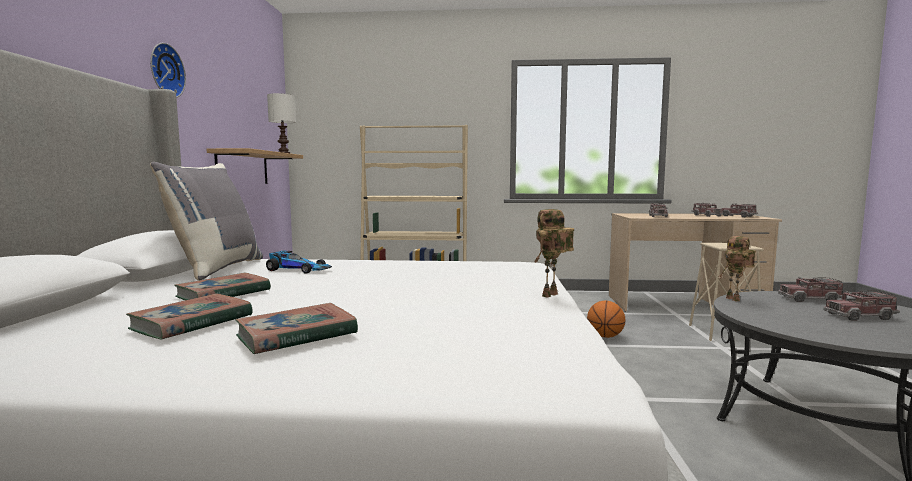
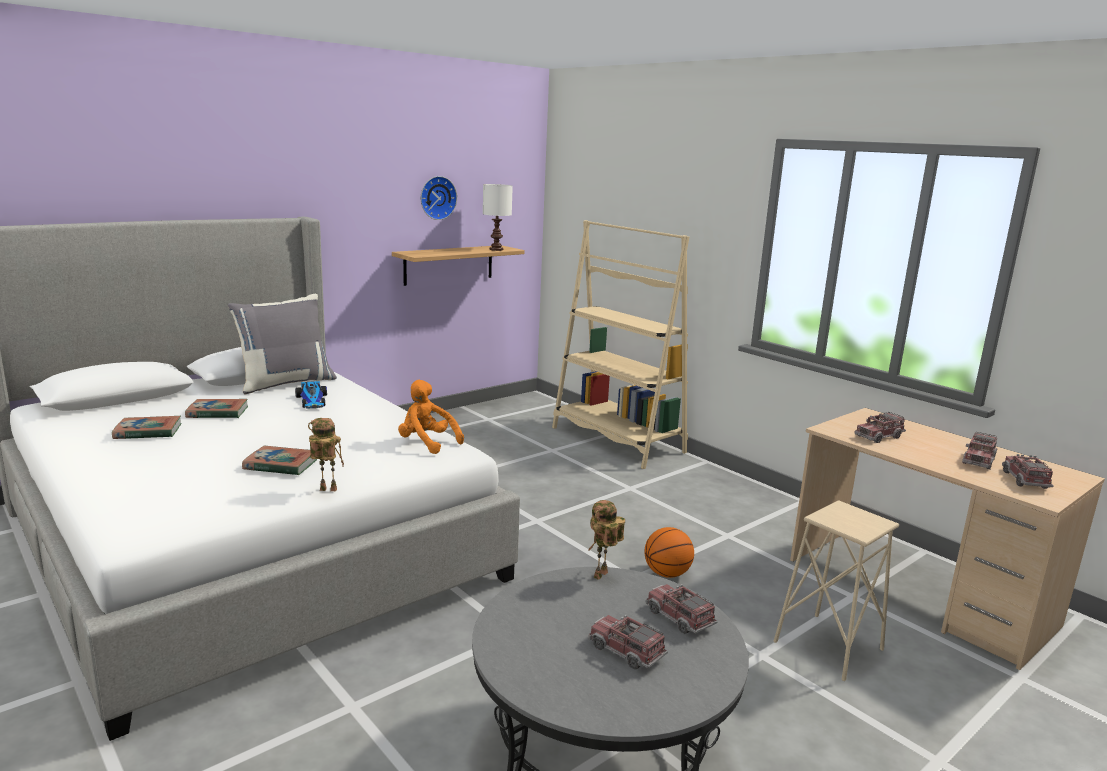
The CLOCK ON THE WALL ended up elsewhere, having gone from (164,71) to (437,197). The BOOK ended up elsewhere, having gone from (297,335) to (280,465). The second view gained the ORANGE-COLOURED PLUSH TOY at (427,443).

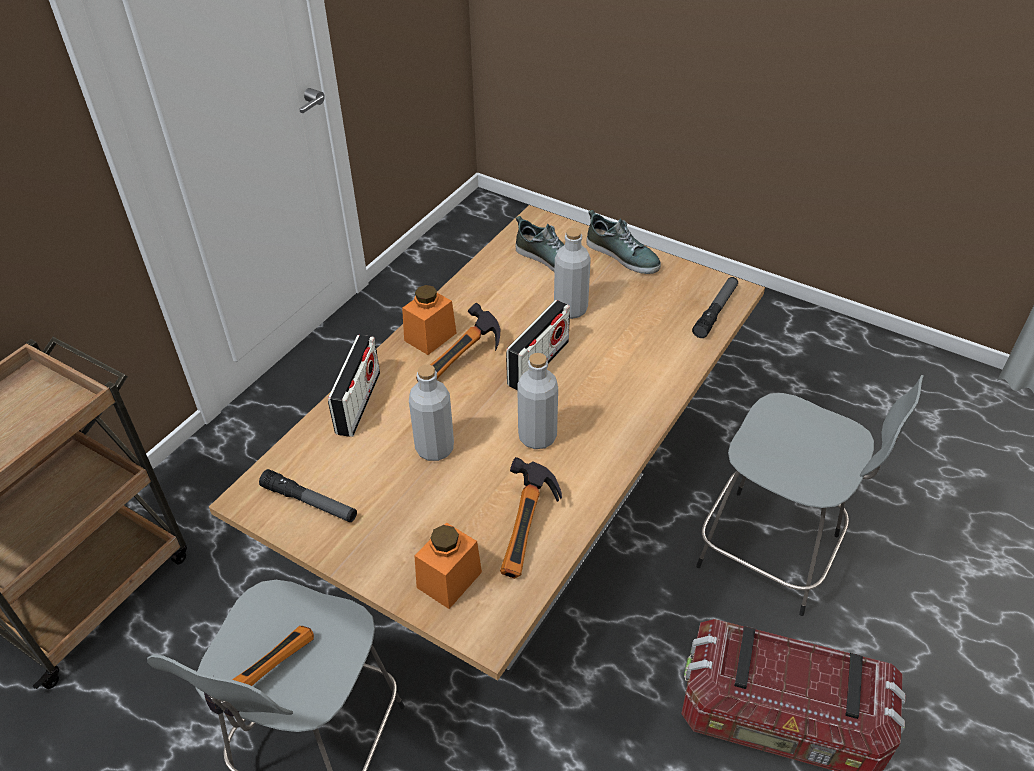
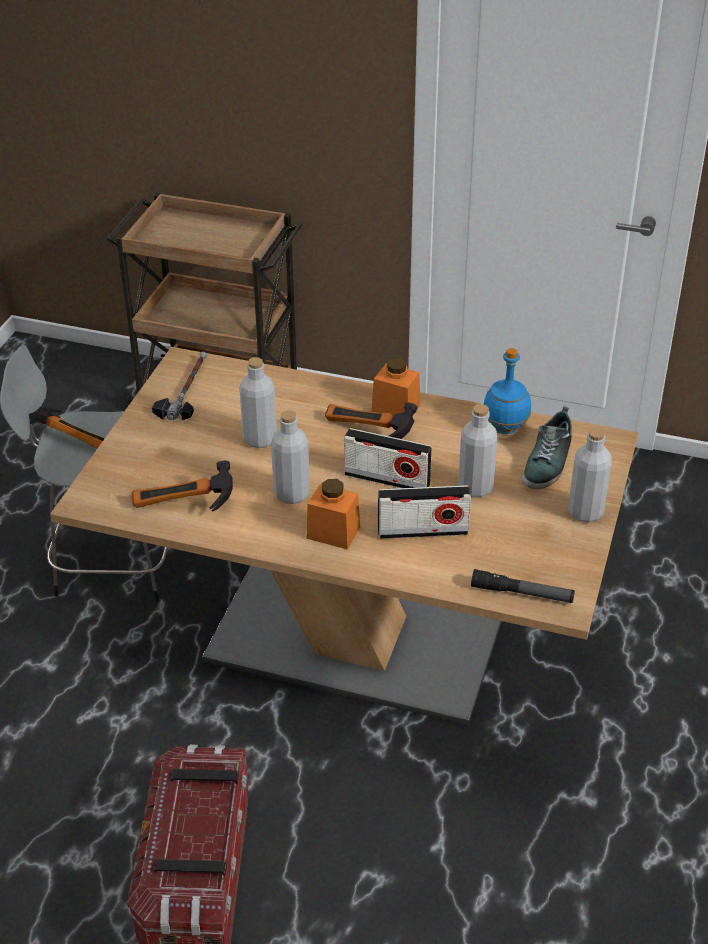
Where the HAND TORCH stood at (310,502), the TOOL HAMMER came to stand at (186,390). The RADIO SET ended up elsewhere, having gone from (358,403) to (423,531). The ORANGE-COLOURED STORAGE JAR ended up elsewhere, having gone from (449,580) to (333,532). Where the LOW SHOE stood at (623,255), the GRAY BEVERAGE BOTTLE came to stand at (585,512). The second view lost the GRAY STOOL at (773,553). The second view gained the BLUE BEVERAGE BOTTLE at (505,428).

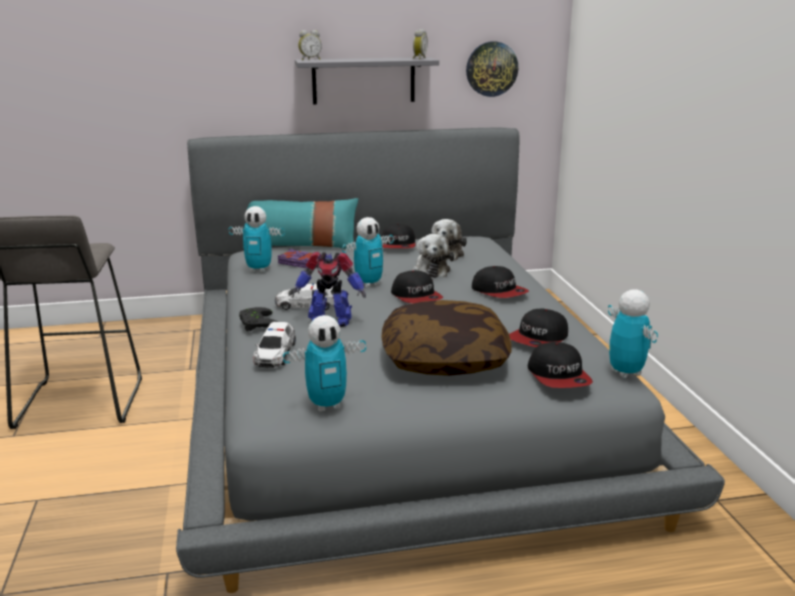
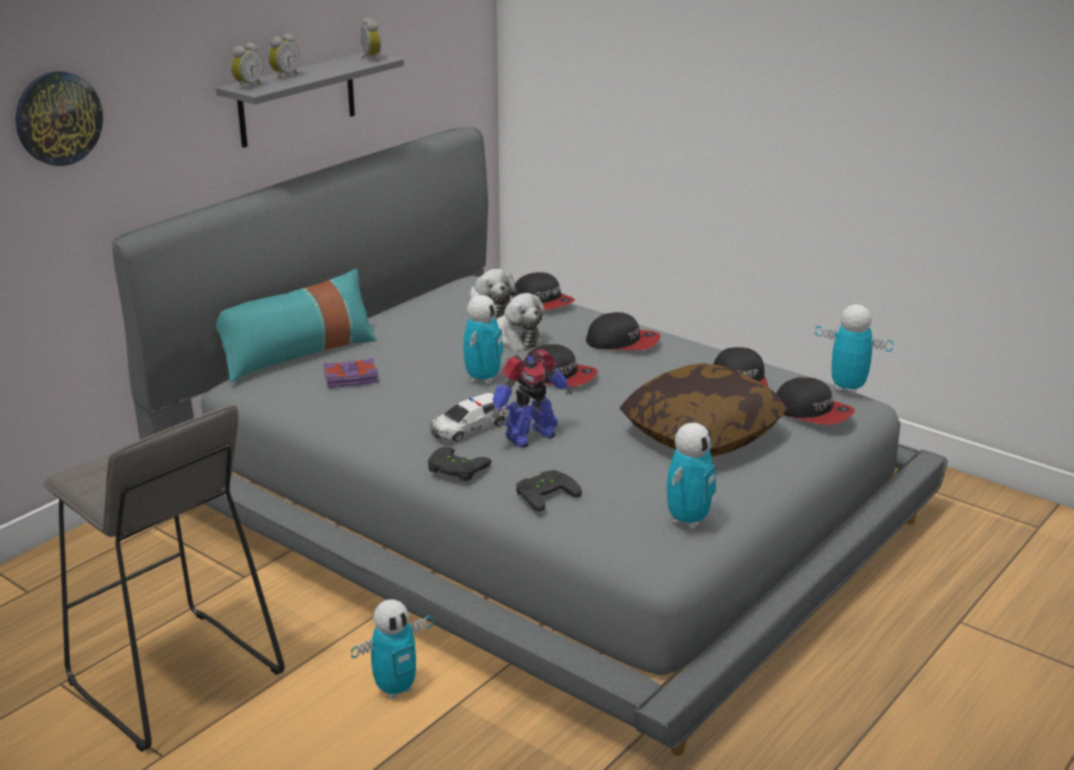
The ROBOT FIGURE ended up elsewhere, having gone from (259,269) to (395,689). Where the TOY CAR stood at (275,353), the BLACKISH JOYPAD came to stand at (544,493). The CAP ended up elsewhere, having gone from (398,245) to (543,301). The CLOCK ON THE WALL ended up elsewhere, having gone from (491,69) to (58,118). The second view gained the ALARM CLOCK at (284,76).

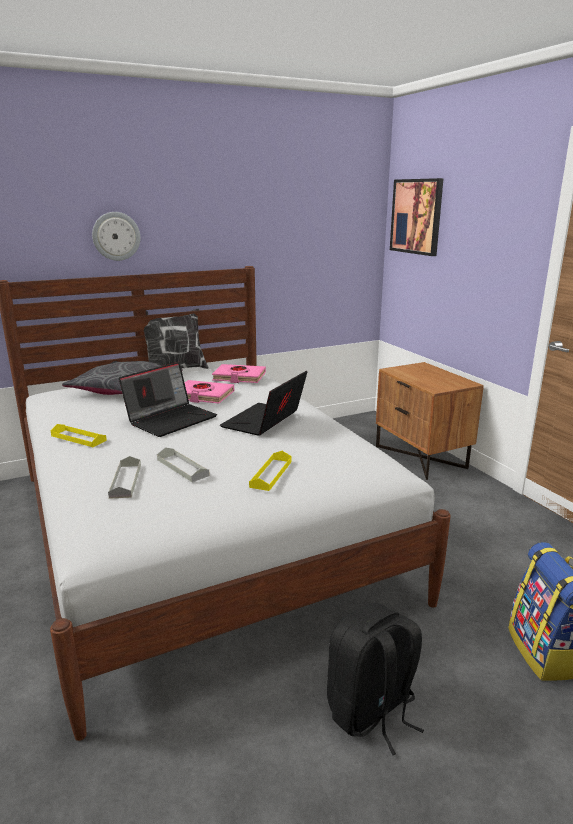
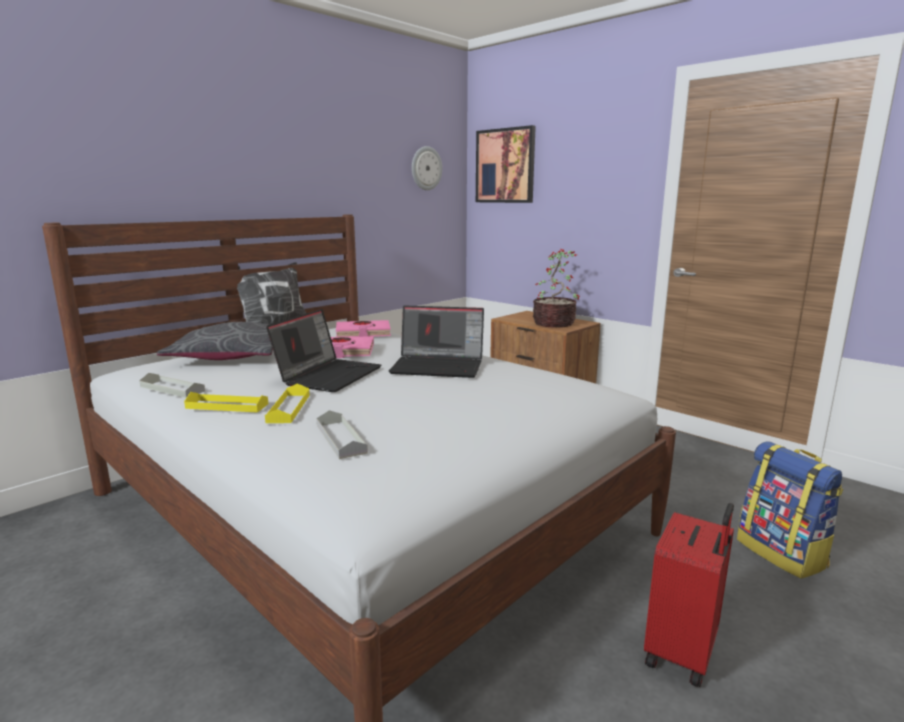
The CLOCK ON THE WALL ended up elsewhere, having gone from (116,236) to (426,168). The GRAY TRAY ended up elsewhere, having gone from (182,467) to (172,389). The NOTEBOOK COMPUTER at (264,421) ended up facing another way, 90 degrees counterclockwise from before. The YELLOW-COLOURED TRAY ended up elsewhere, having gone from (271,474) to (289,408). Where the BLACKISH BACKPACK stood at (371,712), the RED PIECE OF LUGGAGE came to stand at (683,652). The second view gained the PLANT IN A POT at (554,323).

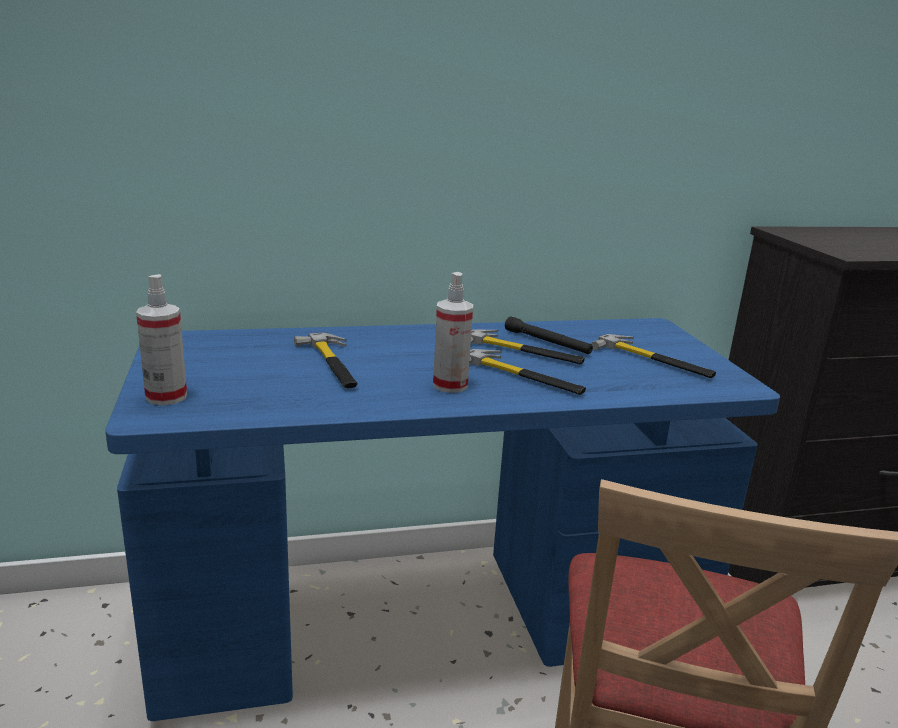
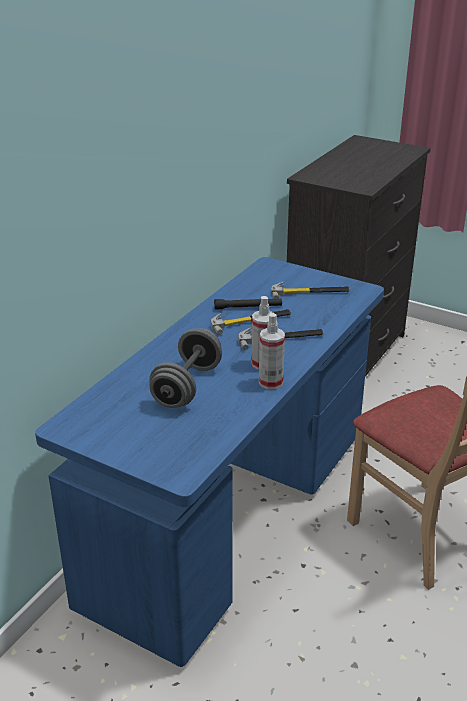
The SPRAYER ended up elsewhere, having gone from (166,397) to (270,382). Where the TOOL HAMMER stood at (333,364), the GRAY HAND WEIGHT came to stand at (187,386).

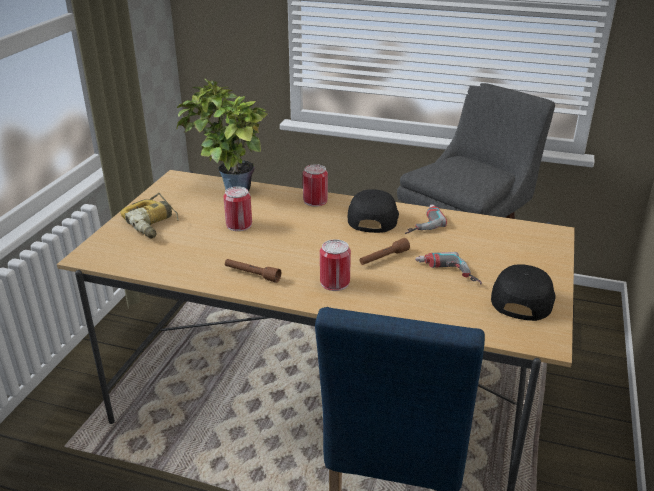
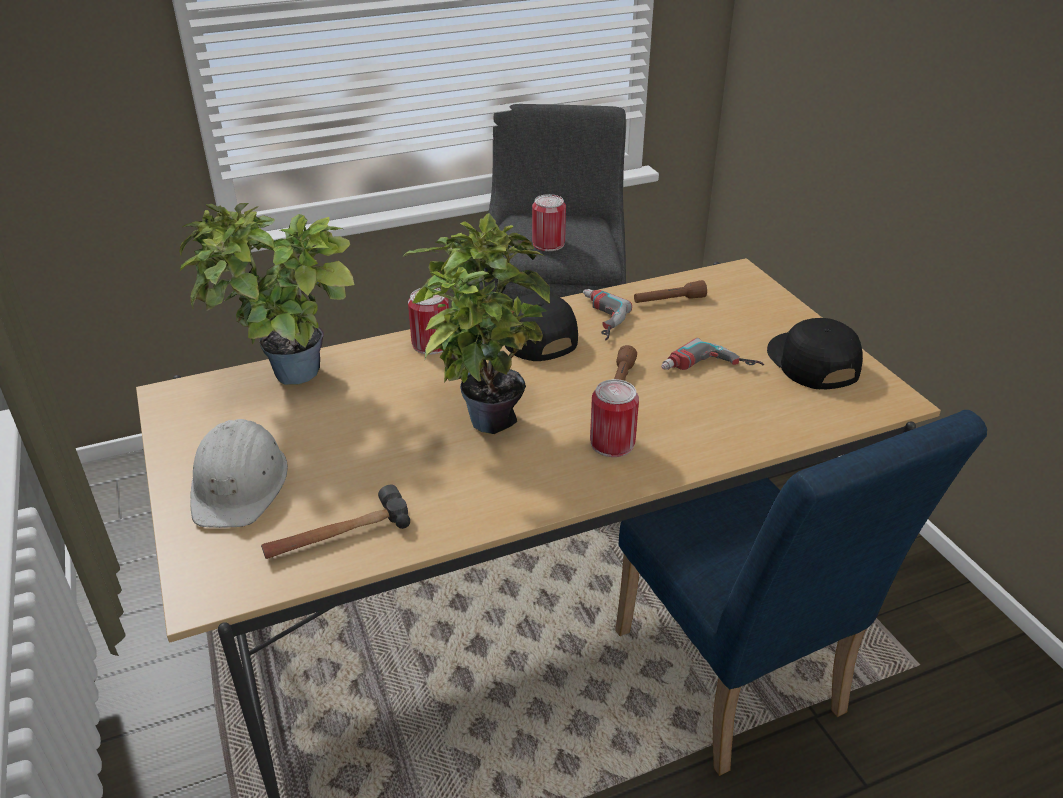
Where the DRILL stood at (154,223), the WHITE HARD HAT came to stand at (239,483). The SEALED CAN ended up elsewhere, having gone from (239,225) to (548,244). The BROWNISH HAND TORCH ended up elsewhere, having gone from (252,274) to (669,301). The second view gained the TOOL HAMMER at (337,534). The second view gained the PLANT IN A POT at (484,414).

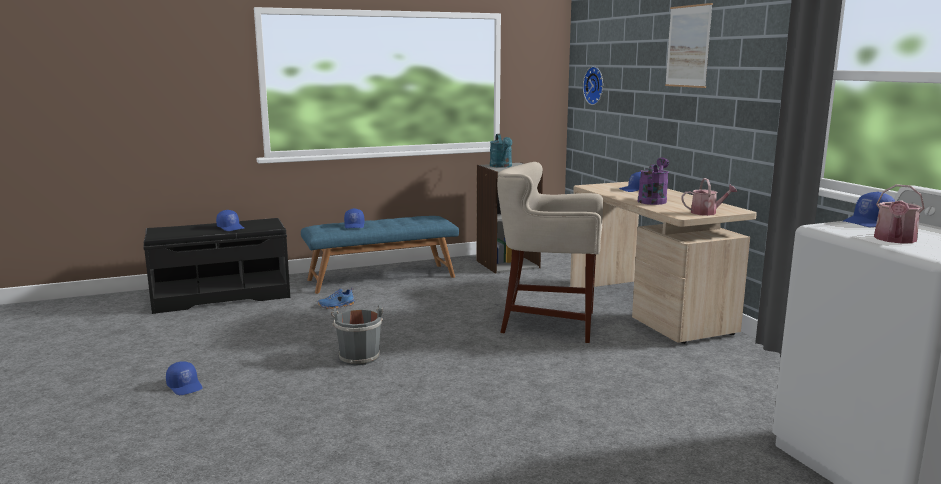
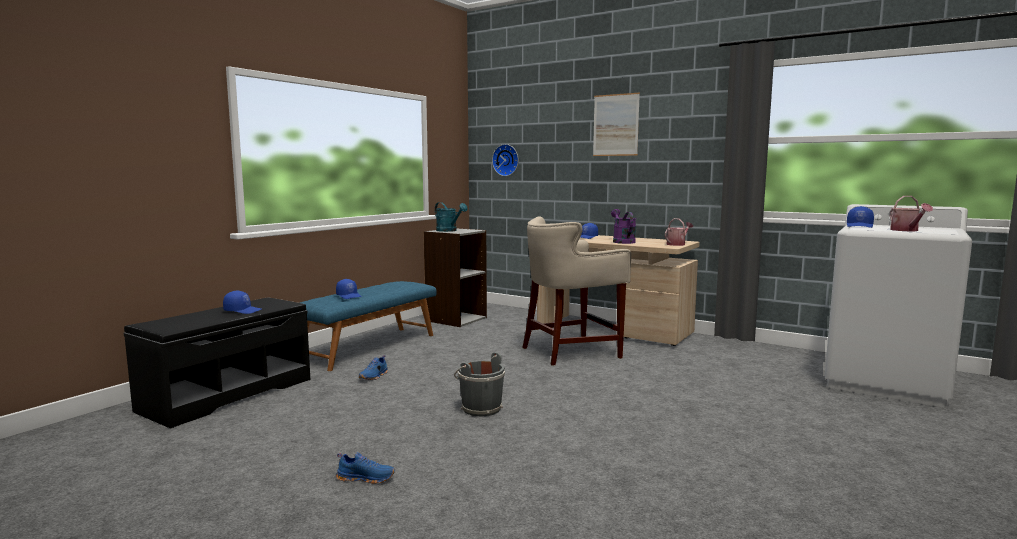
Where the BLUE CAP stood at (185,386), the BLUE LOW SHOE came to stand at (366,478).

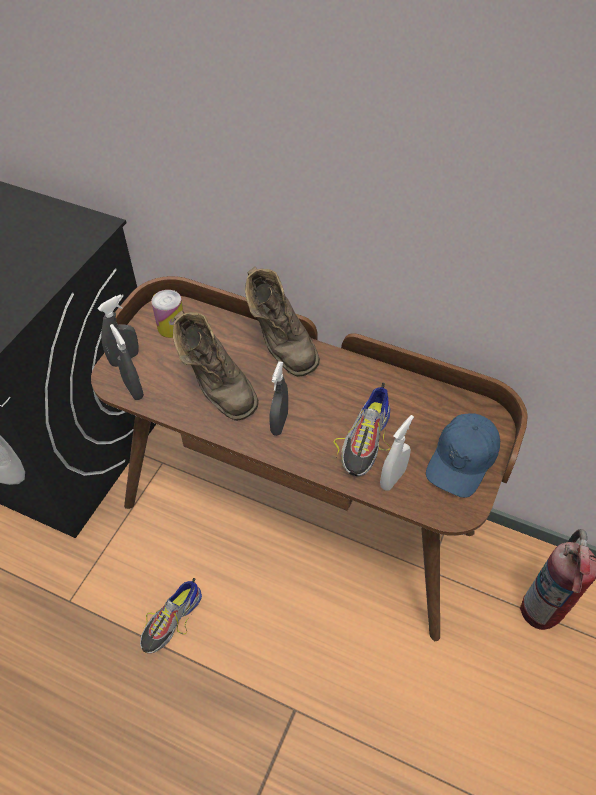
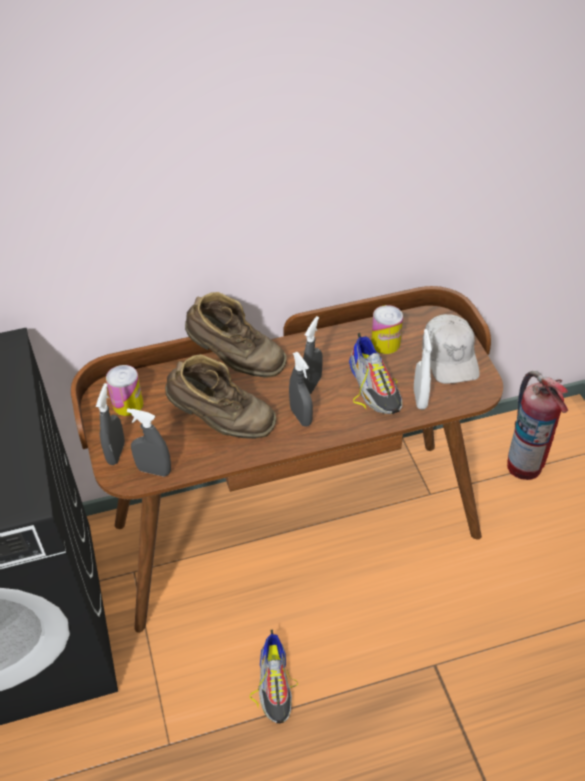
What was the BLUE CAP at (462,460) turned into the WHITE CAP at (450,357). The second view gained the GRAY SPRAYER at (311,385). The second view gained the SEALED CAN at (385,343).

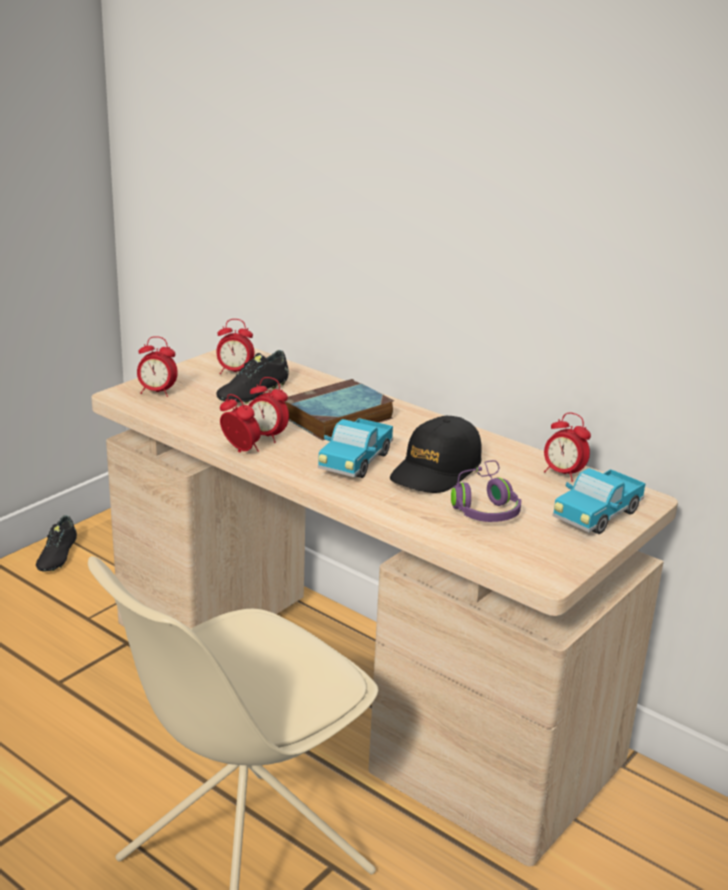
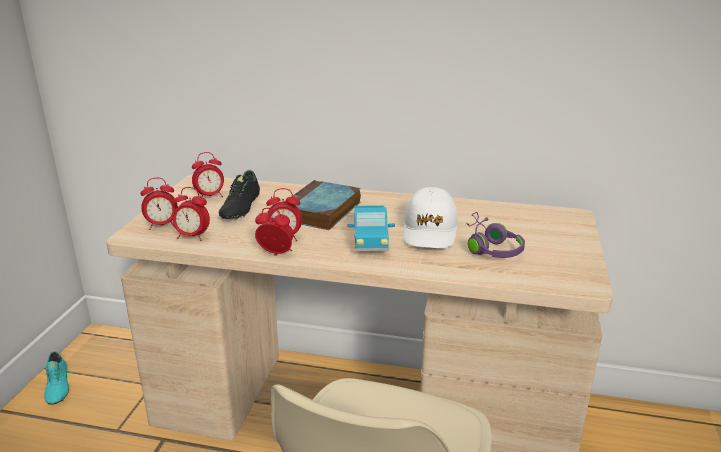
What was the BLACKISH LOW SHOE at (57,556) turned into the TURQUOISE LOW SHOE at (57,387). What was the BLACKISH CAP at (436,470) turned into the WHITE CAP at (430,230). The ALARM CLOCK ended up elsewhere, having gone from (562,474) to (192,236). The second view lost the TOY TRUCK at (596,517).

